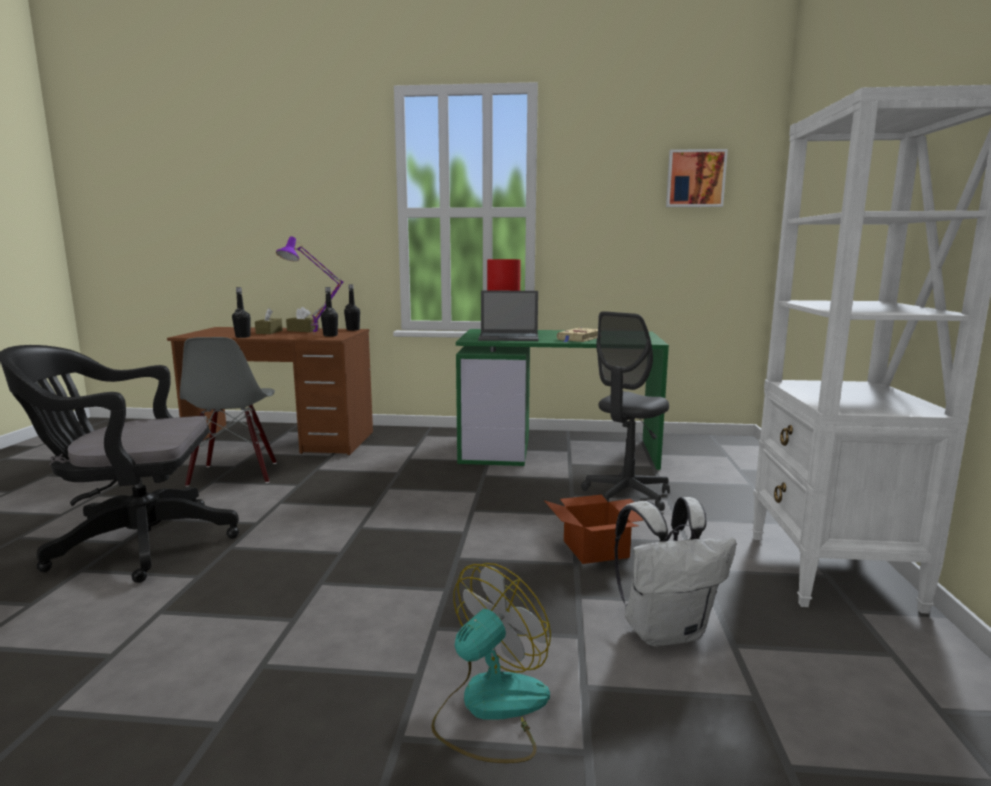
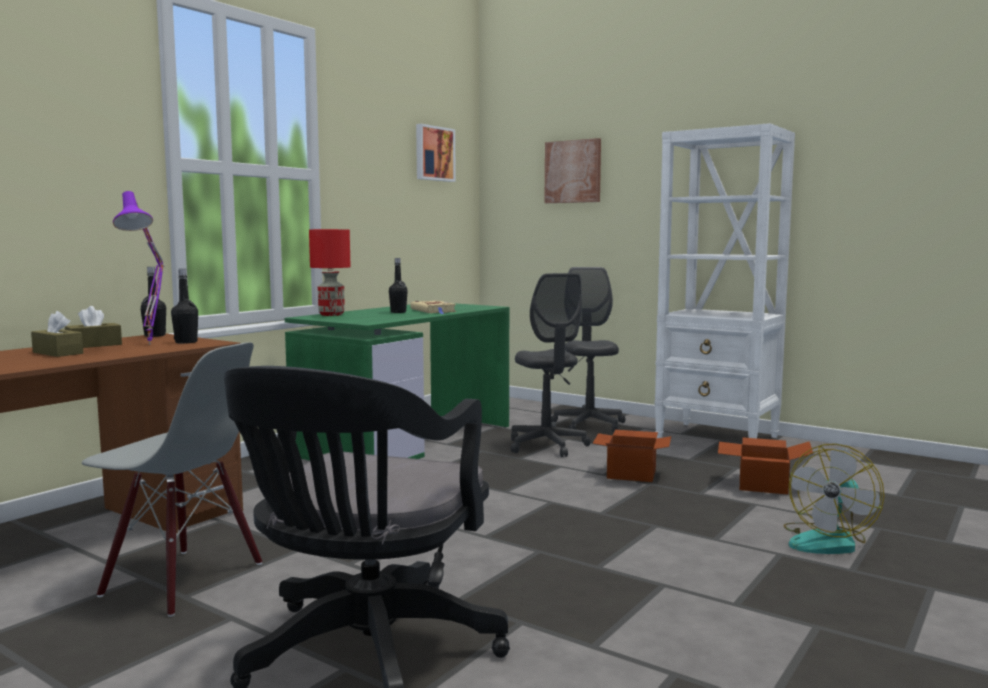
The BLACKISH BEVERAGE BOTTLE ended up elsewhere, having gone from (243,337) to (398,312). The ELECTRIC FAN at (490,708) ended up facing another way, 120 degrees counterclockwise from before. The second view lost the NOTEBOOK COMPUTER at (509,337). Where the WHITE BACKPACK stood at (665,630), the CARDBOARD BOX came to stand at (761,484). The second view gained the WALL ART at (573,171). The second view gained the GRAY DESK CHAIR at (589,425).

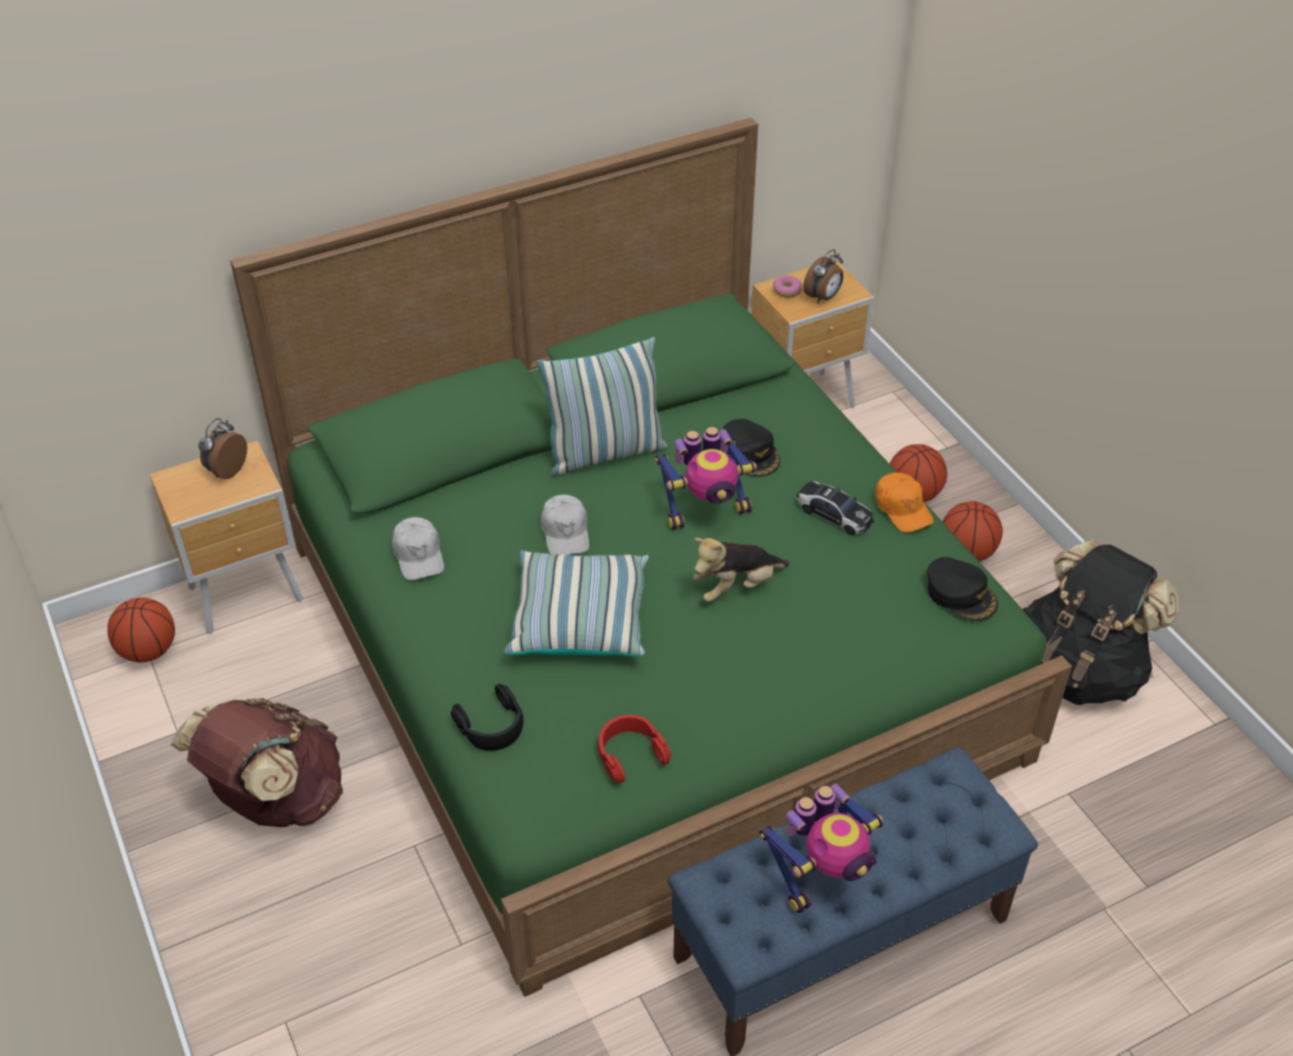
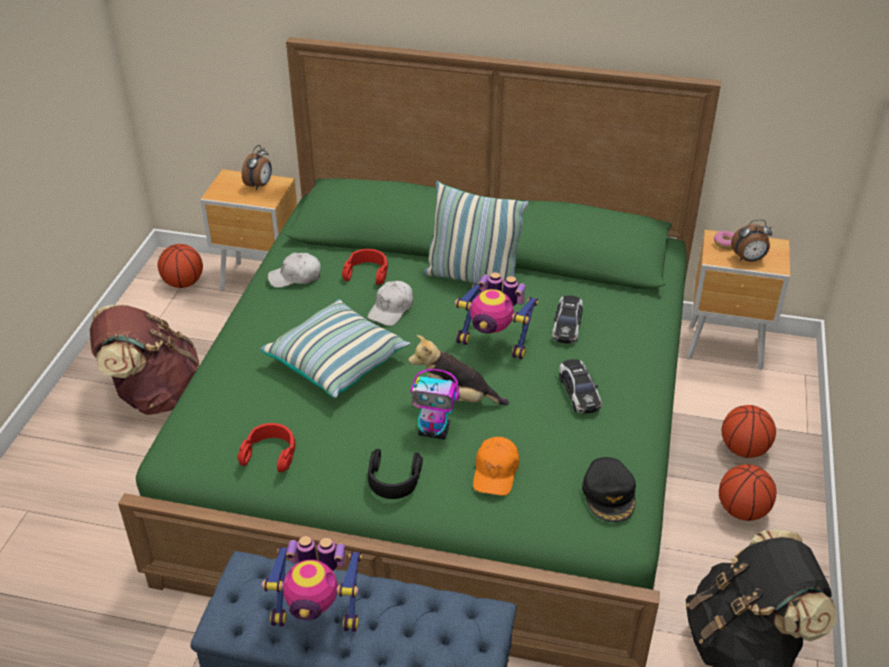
The ALARM CLOCK at (226,470) ended up facing another way, 135 degrees clockwise from before. The WHITE CAP at (419,555) ended up facing another way, 60 degrees clockwise from before. The BLACKISH HEADSET ended up elsewhere, having gone from (492,725) to (393,479). Where the BLACKISH CAP stood at (750,453), the TOY CAR came to stand at (567,325). The ORANGE-COLOURED CAP ended up elsewhere, having gone from (902,509) to (496,472). The second view gained the RED HEADSET at (367,273). The second view gained the ROBOT FIGURE at (435,431).

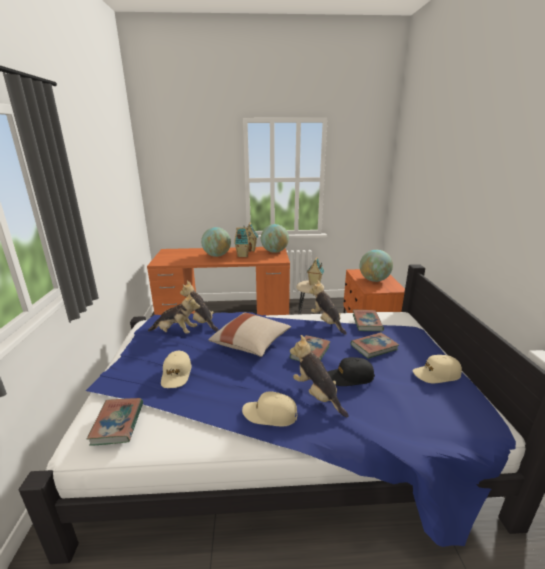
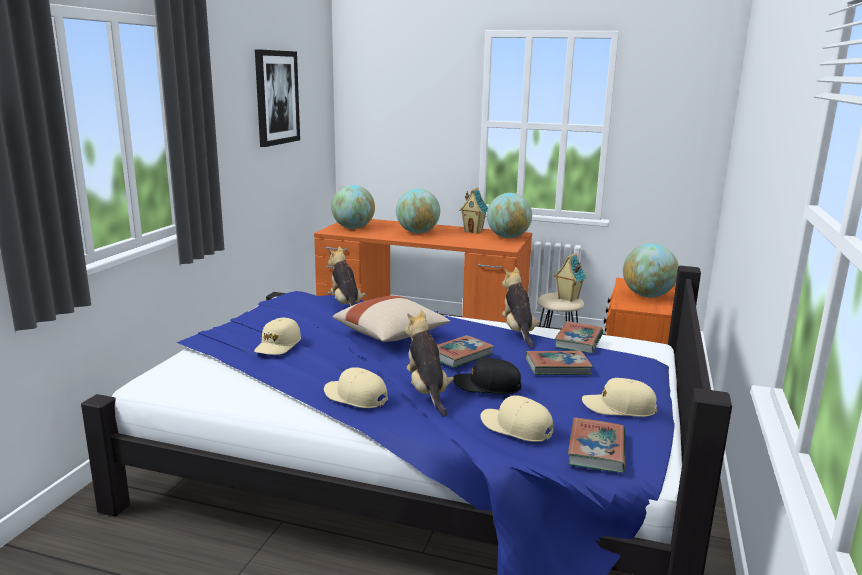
The BOOK ended up elsewhere, having gone from (118,423) to (596,450). The second view lost the PLUSH TOY at (176,332). The second view lost the TOY HOUSE at (242,255). The second view gained the WALL ART at (276,97). The second view gained the WORLD GLOBE at (353,228). The second view gained the SAND-COLOURED CAP at (516,427).

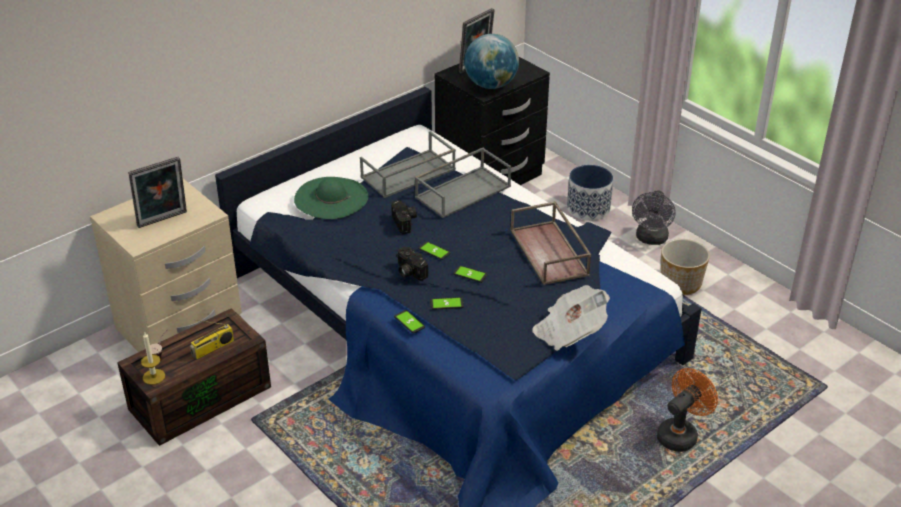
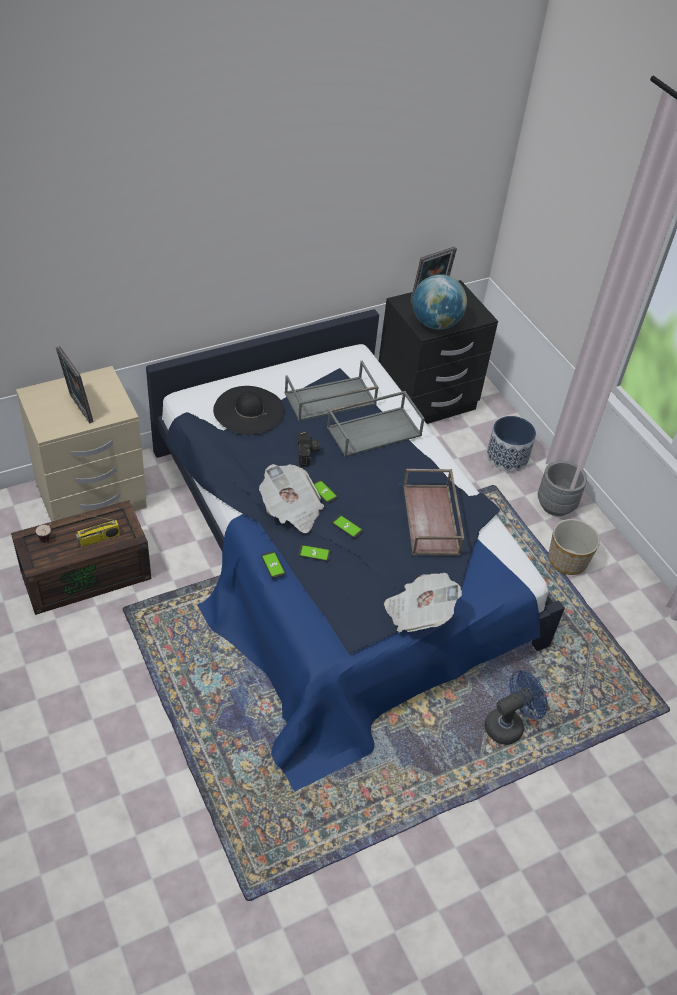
The PHOTO FRAME at (163,220) ended up facing another way, 75 degrees clockwise from before. The second view lost the CANDLE at (154,377). What was the GREENISH HAT at (331,198) turned into the BLACKISH HAT at (249,410). Where the PHOTO CAMERA stood at (409,271), the NEWSPAPER came to stand at (291,510). Where the GRAY ELECTRIC FAN stood at (651,239), the GRAY PLANTER came to stand at (555,505). What was the ORANGE-COLOURED ELECTRIC FAN at (680,434) turned into the BLUE ELECTRIC FAN at (509,725).

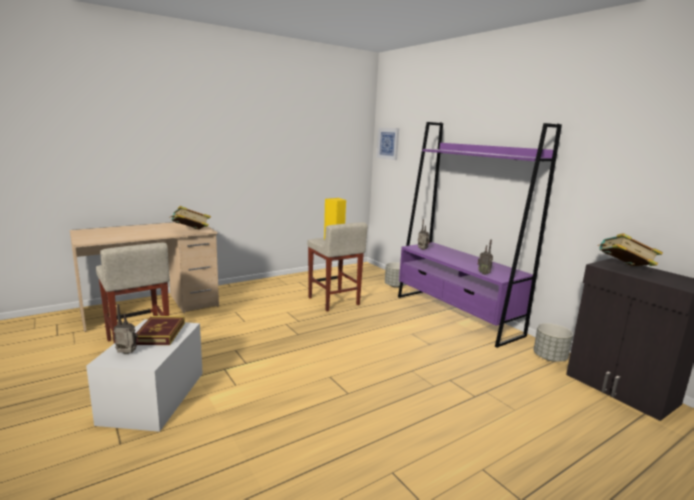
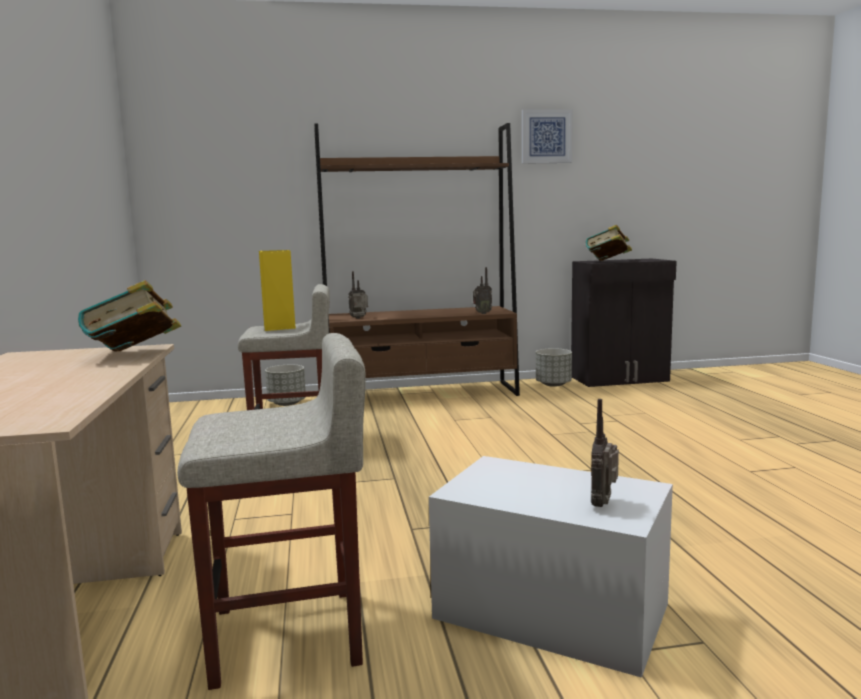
The second view lost the BOOK at (160,333). The WALL ART ended up elsewhere, having gone from (388,143) to (546,136). What was the PURPLE-COLOURED SHELVING UNIT at (456,315) turned into the BROWNISH SHELVING UNIT at (423,394).

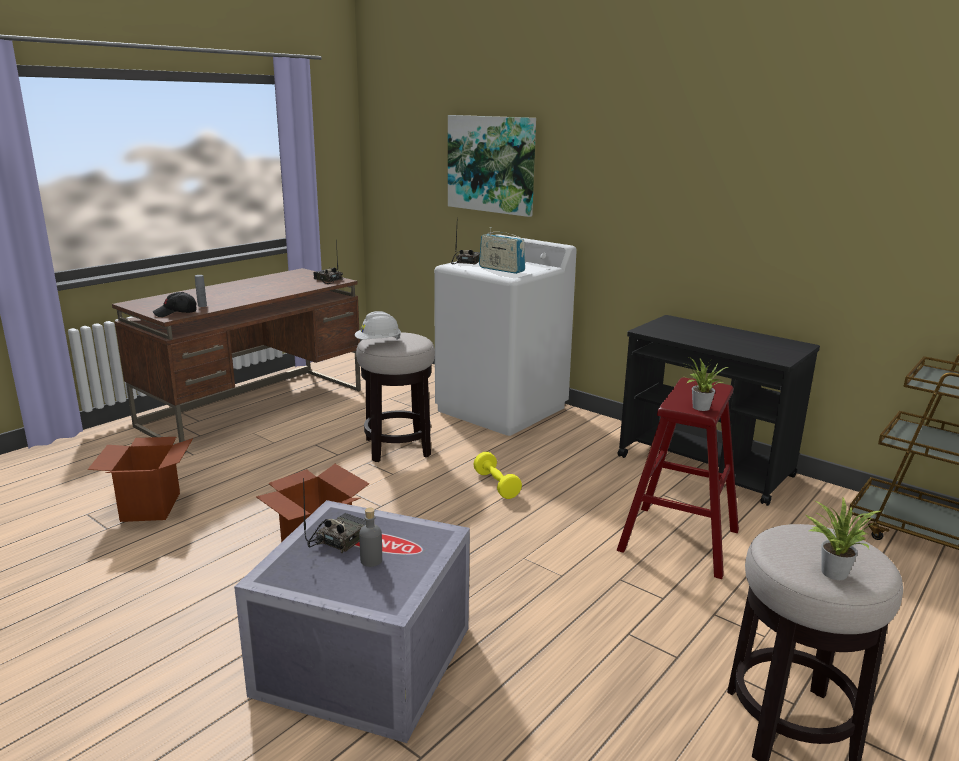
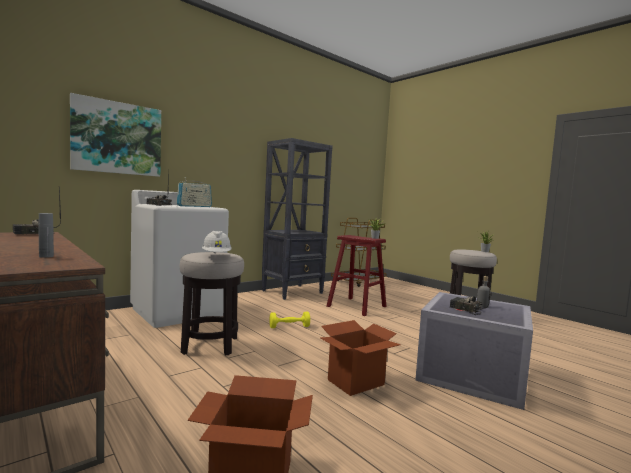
The second view lost the BLACKISH CAP at (176,313). Where the BLACKISH CART stood at (706,467), the BLACKISH SHELVING UNIT came to stand at (293,292).

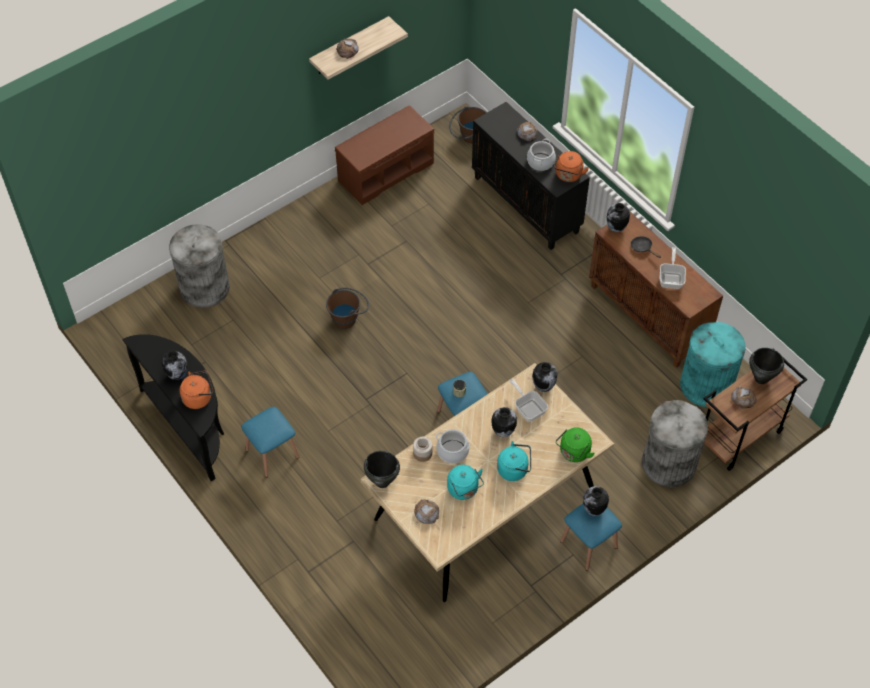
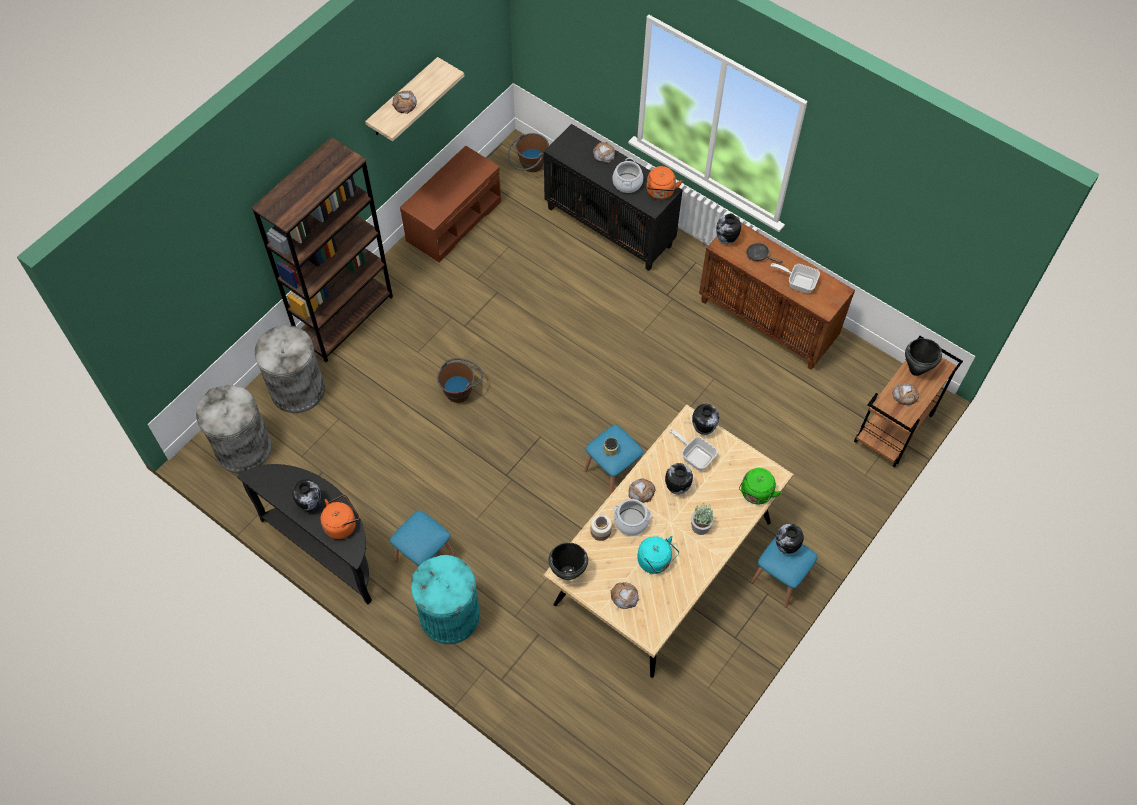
Where the TURQUOISE TEA KETTLE stood at (514,469), the PLANT IN A POT came to stand at (701,526). The GRAY TRASH CAN ended up elsewhere, having gone from (668,463) to (243,448). The SKILLET at (671,278) ended up facing another way, 60 degrees counterclockwise from before. The TURQUOISE TRASH CAN ended up elsewhere, having gone from (705,385) to (449,615). The second view gained the BROWNISH SHELVING UNIT at (345,318). The second view gained the BAKERY BREAD at (641,491).

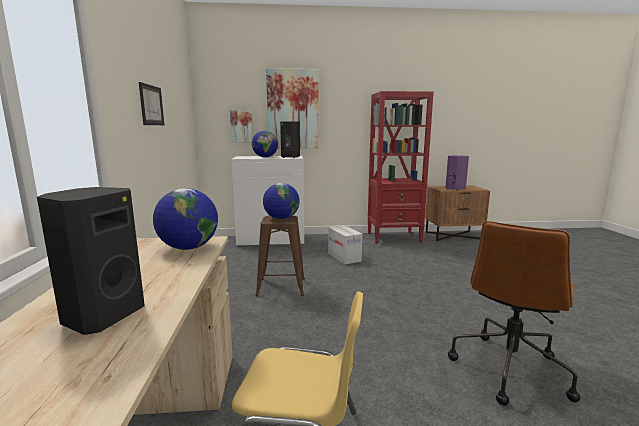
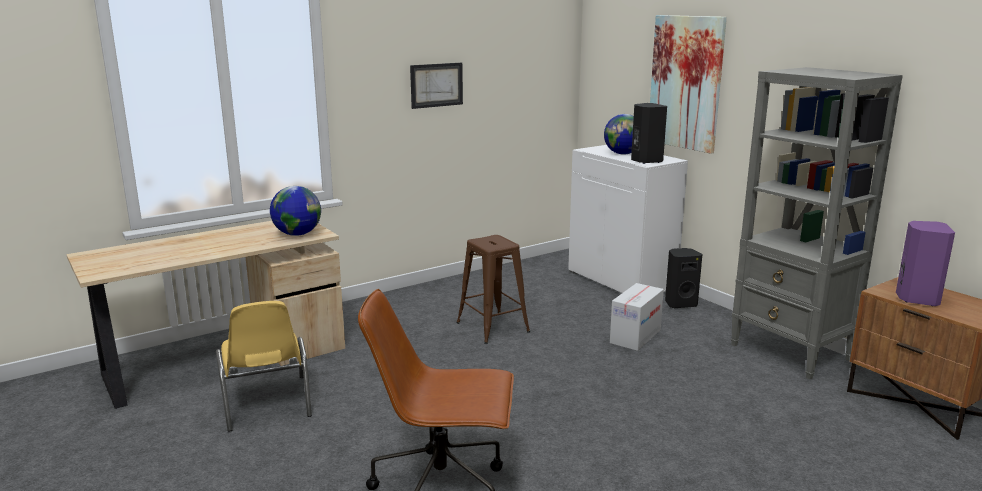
The BLACKISH LOUDSPEAKER ended up elsewhere, having gone from (102,316) to (680,304). The second view lost the WALL ART at (241,125). The second view lost the WORLD GLOBE at (281,218). What was the RED SHELVING UNIT at (394,237) turned into the GRAY SHELVING UNIT at (791,352).

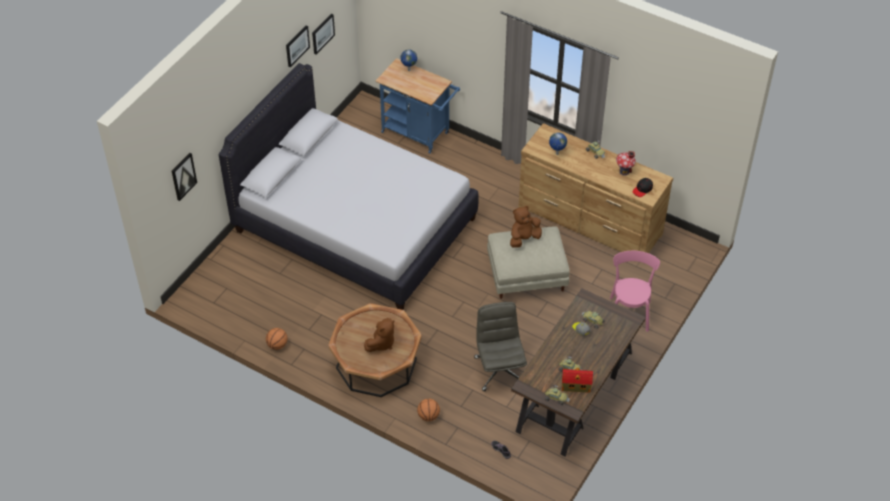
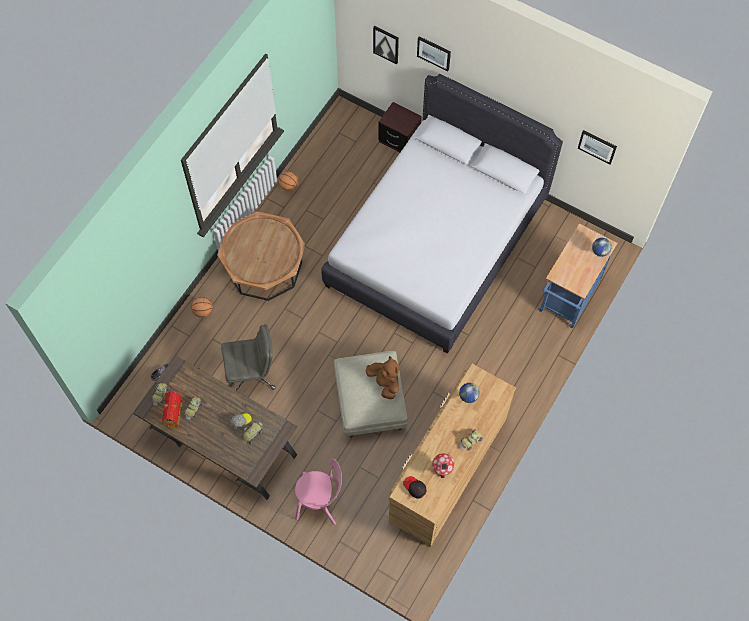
The WALL ART ended up elsewhere, having gone from (297,45) to (434,53). The second view lost the BROWNISH PLUSH TOY at (381,343). The second view gained the BROWNISH NIGHT TABLE at (399,140).

